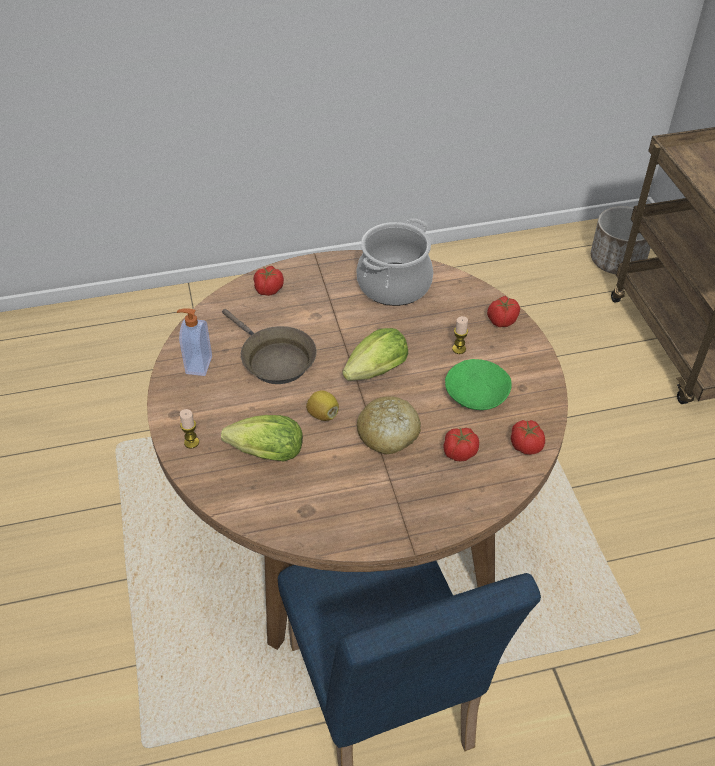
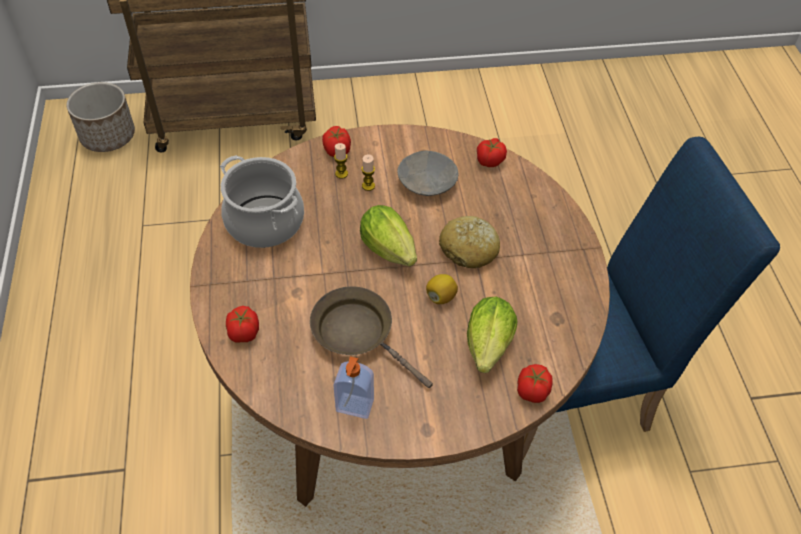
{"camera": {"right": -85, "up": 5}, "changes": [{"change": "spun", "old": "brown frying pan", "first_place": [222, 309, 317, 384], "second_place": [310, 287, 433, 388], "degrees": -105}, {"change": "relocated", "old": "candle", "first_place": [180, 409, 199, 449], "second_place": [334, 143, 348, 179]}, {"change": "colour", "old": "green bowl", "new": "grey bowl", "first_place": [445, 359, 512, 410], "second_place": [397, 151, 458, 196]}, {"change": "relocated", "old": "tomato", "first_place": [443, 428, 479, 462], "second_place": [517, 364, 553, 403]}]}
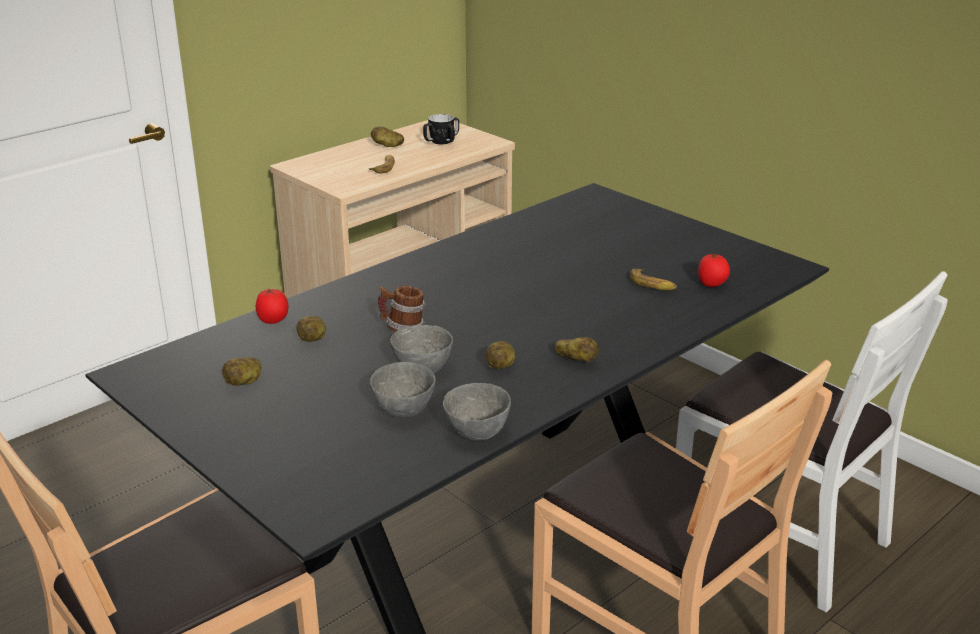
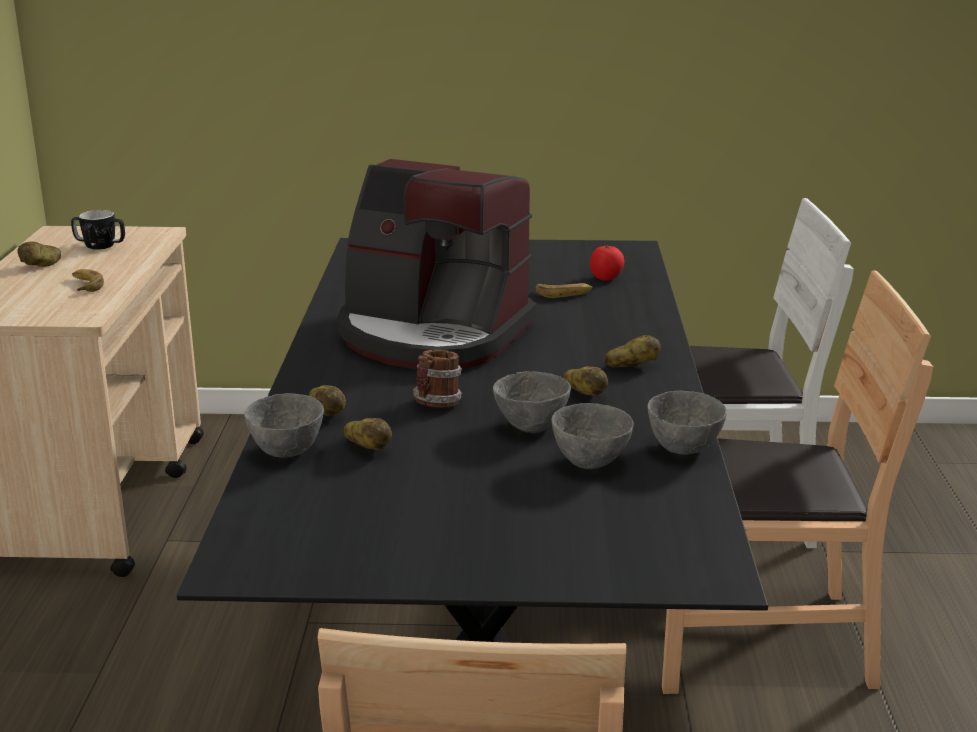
{"camera": {"right": -45, "up": -5}, "changes": [{"change": "exchanged", "old": "tomato", "new": "grey bowl", "first_place": [256, 288, 288, 324], "second_place": [244, 393, 324, 458]}, {"change": "relocated", "old": "potato", "first_place": [222, 357, 261, 386], "second_place": [309, 385, 346, 416]}, {"change": "appeared", "new": "coffee machine", "second_place": [338, 159, 537, 369]}]}
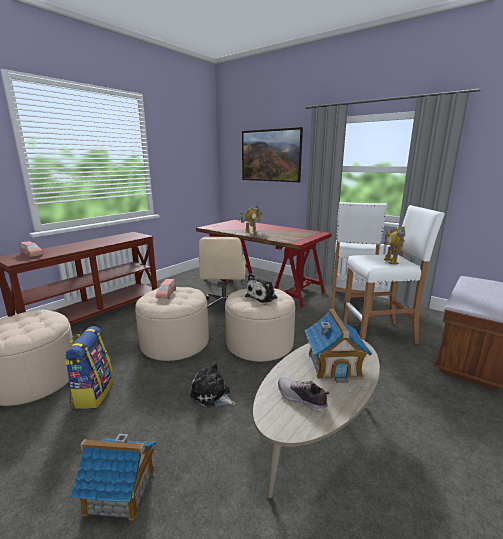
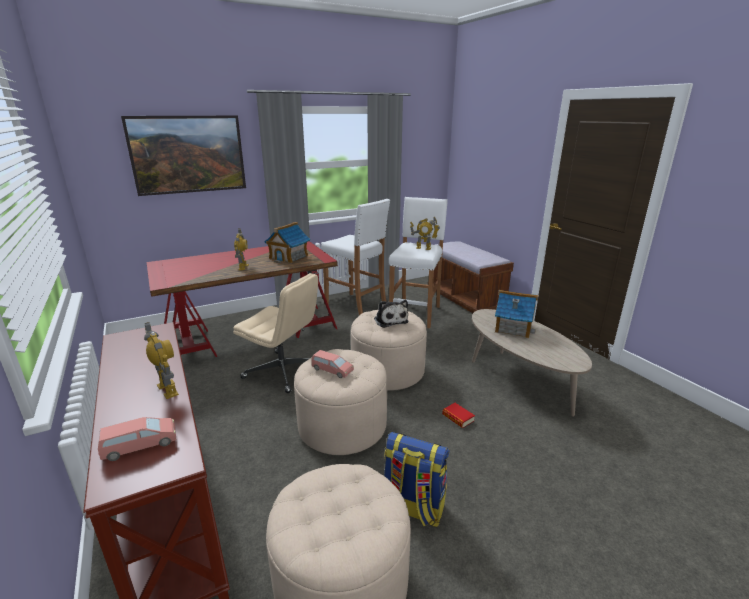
{"camera": {"right": -65, "up": 5}, "changes": [{"change": "appeared", "new": "toy robot", "second_place": [144, 322, 179, 399]}, {"change": "relocated", "old": "toy house", "first_place": [70, 434, 156, 520], "second_place": [264, 222, 311, 263]}, {"change": "exchanged", "old": "plush toy", "new": "book", "first_place": [190, 362, 235, 408], "second_place": [442, 403, 475, 428]}, {"change": "missing", "old": "shoe", "first_place": [278, 377, 330, 412]}]}
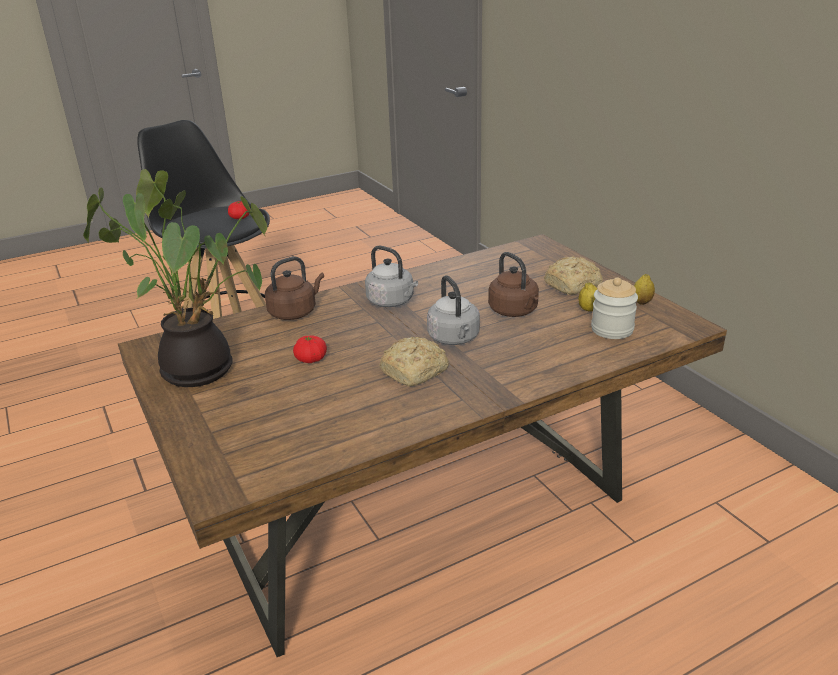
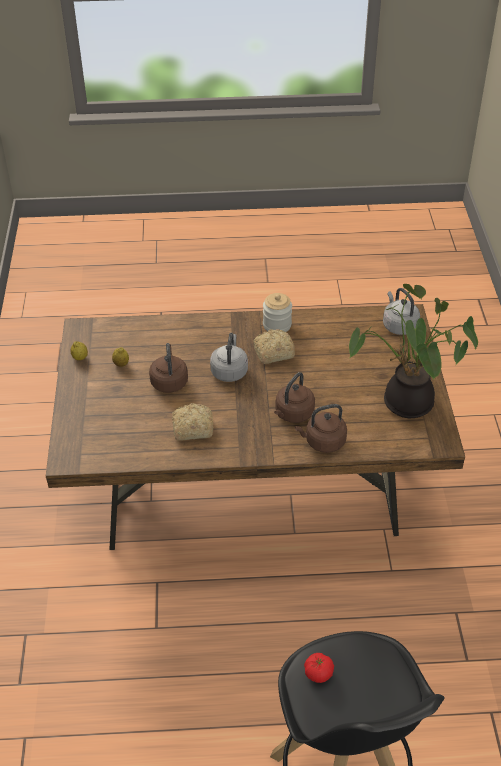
{"camera": {"right": -155, "up": 15}, "changes": [{"change": "relocated", "old": "bread", "first_place": [544, 256, 603, 295], "second_place": [172, 403, 213, 441]}, {"change": "relocated", "old": "jar", "first_place": [591, 277, 638, 339], "second_place": [263, 293, 292, 332]}, {"change": "appeared", "new": "brown kettle", "second_place": [274, 372, 315, 423]}, {"change": "relocated", "old": "grey kettle", "first_place": [365, 246, 418, 307], "second_place": [383, 288, 420, 335]}, {"change": "missing", "old": "tomato", "first_place": [293, 335, 327, 363]}]}
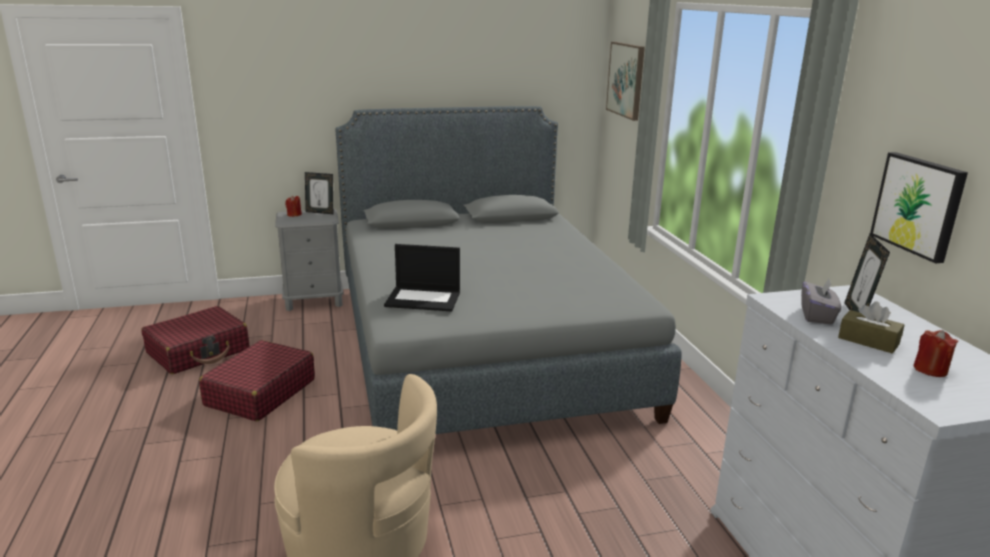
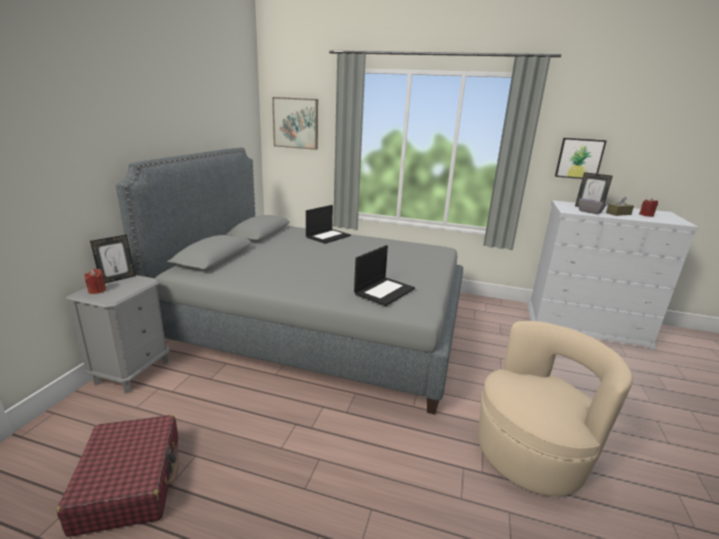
{"camera": {"right": -60, "up": 0}, "changes": [{"change": "appeared", "new": "laptop", "second_place": [306, 205, 351, 244]}, {"change": "missing", "old": "red suitcase", "first_place": [199, 340, 315, 421]}]}
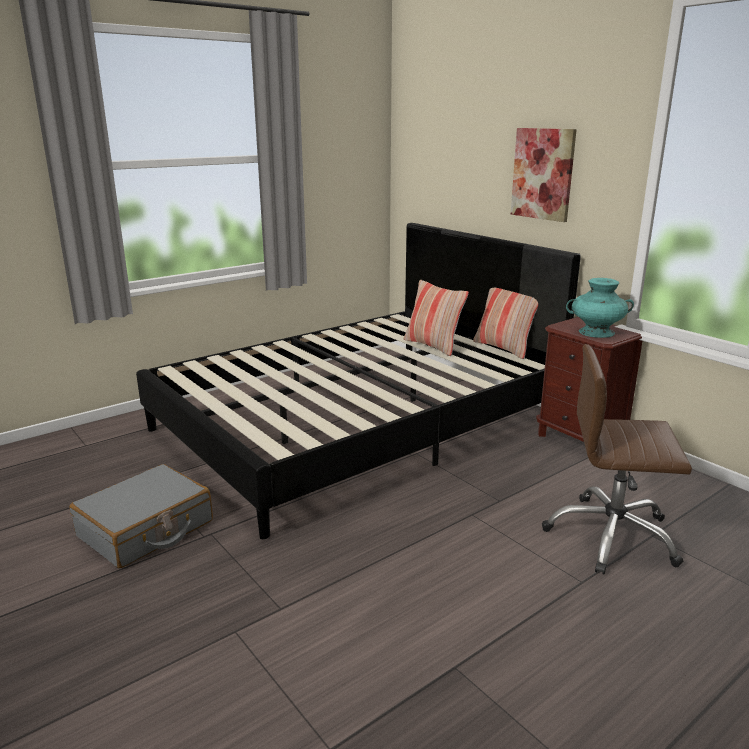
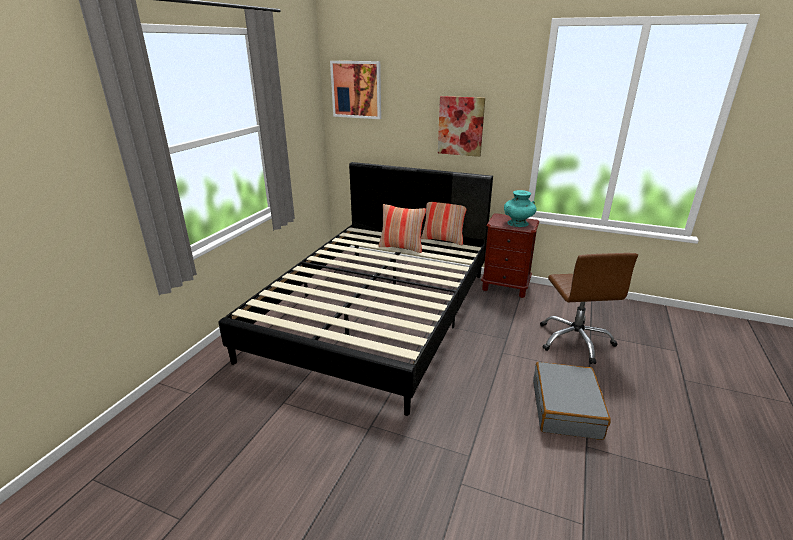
{"camera": {"right": -30, "up": 5}, "changes": [{"change": "appeared", "new": "picture", "second_place": [330, 61, 381, 119]}, {"change": "relocated", "old": "grey suitcase", "first_place": [70, 464, 213, 568], "second_place": [533, 362, 611, 440]}, {"change": "spun", "old": "brown office chair", "first_place": [542, 344, 692, 574], "second_place": [540, 253, 638, 364], "degrees": -75}]}
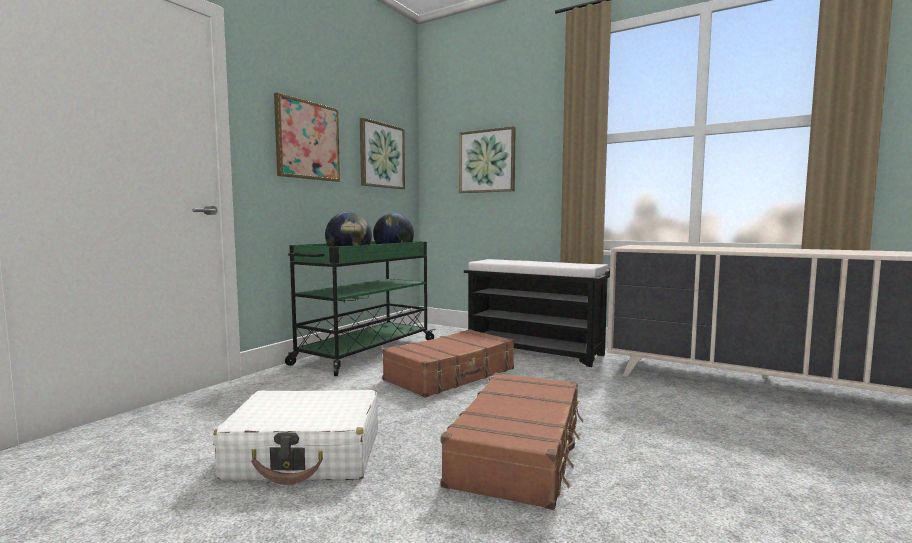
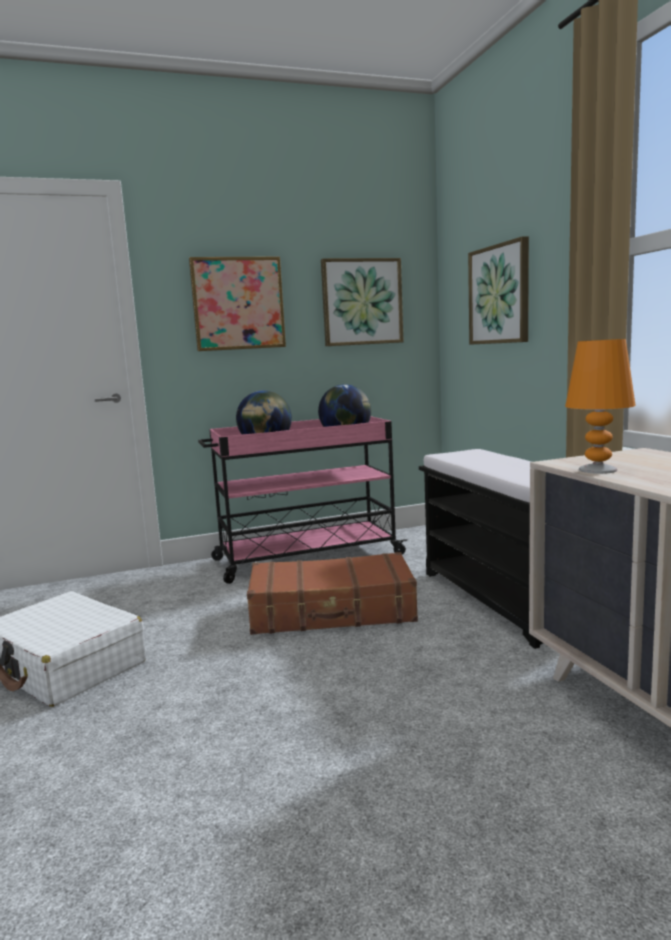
{"camera": {"right": 40, "up": 5}, "changes": [{"change": "colour", "old": "green cart", "new": "pink cart", "first_place": [285, 241, 436, 376], "second_place": [198, 416, 408, 584]}, {"change": "appeared", "new": "orange table lamp", "second_place": [565, 339, 636, 474]}, {"change": "missing", "old": "brown suitcase", "first_place": [441, 373, 583, 510]}]}
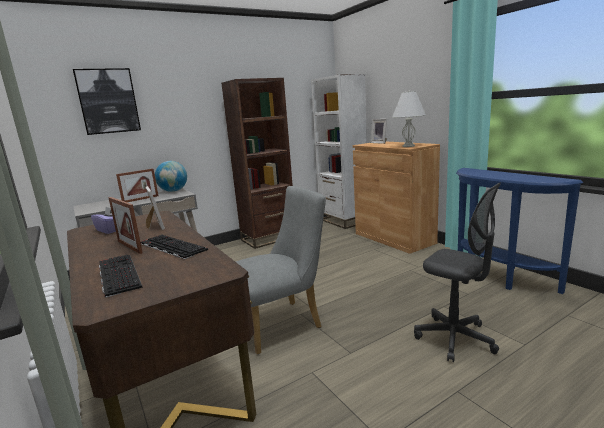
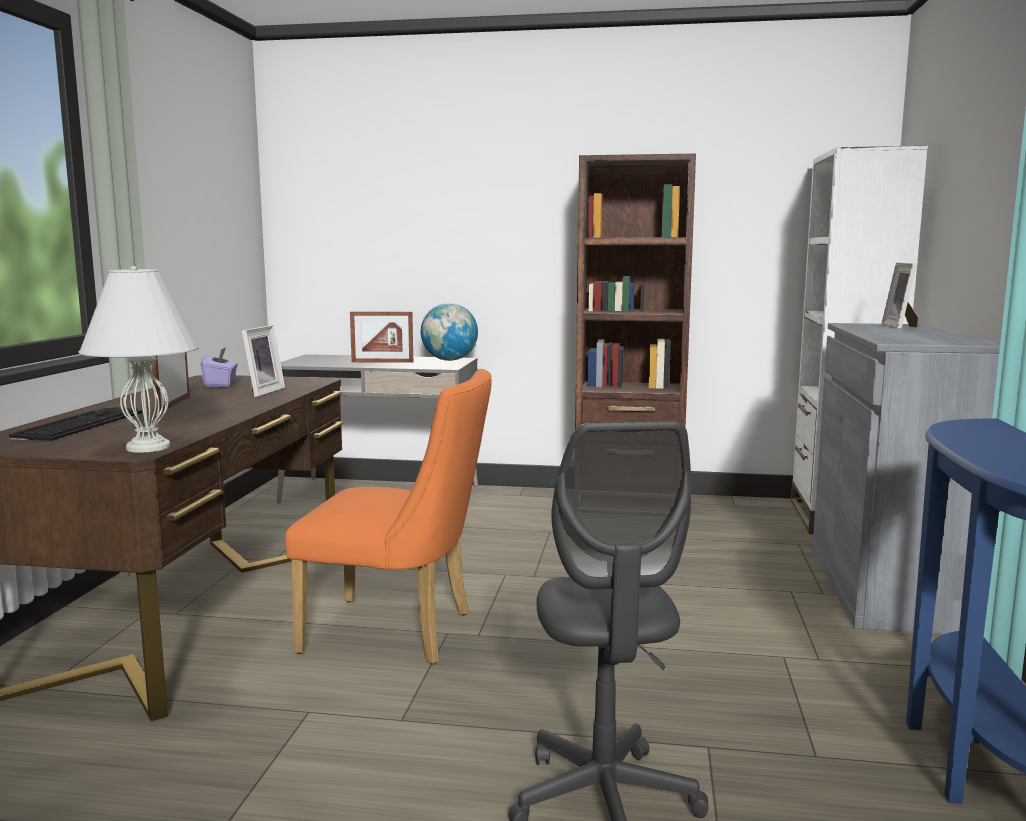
{"camera": {"right": 40, "up": -5}, "changes": [{"change": "relocated", "old": "white table lamp", "first_place": [392, 91, 426, 147], "second_place": [78, 266, 199, 453]}, {"change": "colour", "old": "grey chair", "new": "orange chair", "first_place": [236, 186, 326, 354], "second_place": [285, 369, 492, 664]}, {"change": "colour", "old": "brown cabinet", "new": "grey cabinet", "first_place": [353, 142, 440, 254], "second_place": [812, 323, 1000, 634]}, {"change": "missing", "old": "picture", "first_place": [73, 68, 141, 135]}, {"change": "missing", "old": "keyboard", "first_place": [140, 235, 208, 259]}]}
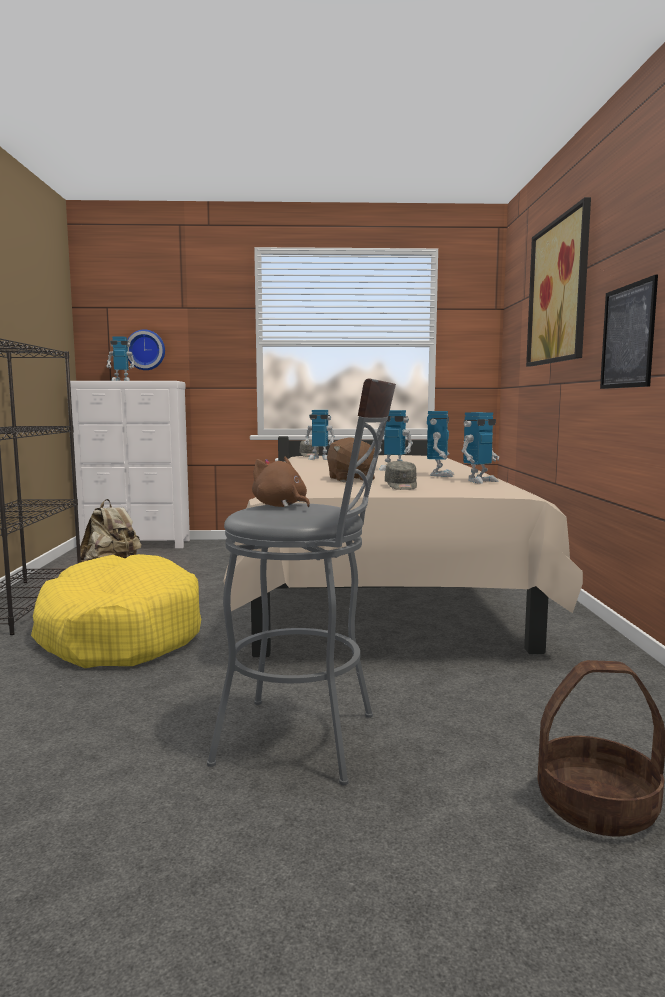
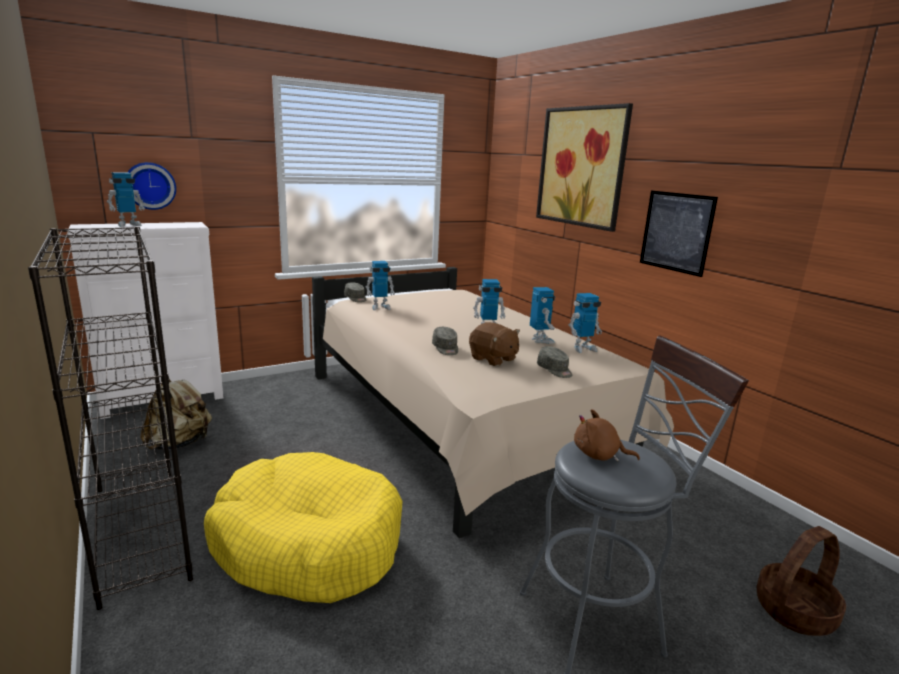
{"camera": {"right": -30, "up": 10}, "changes": [{"change": "appeared", "new": "grey cap", "second_place": [432, 327, 458, 355]}, {"change": "spun", "old": "toy robot", "first_place": [462, 412, 499, 484], "second_place": [569, 293, 602, 353], "degrees": 45}]}
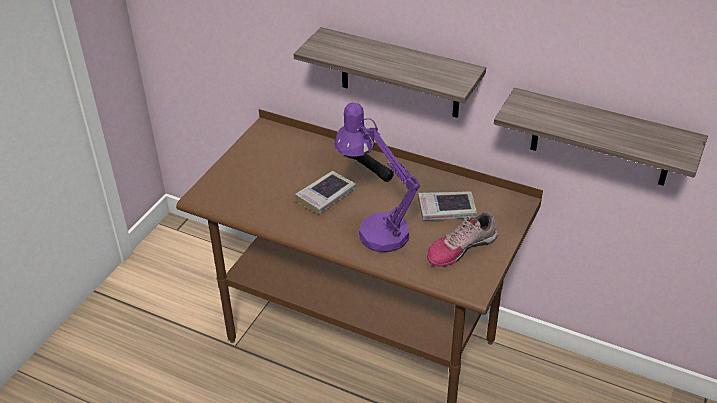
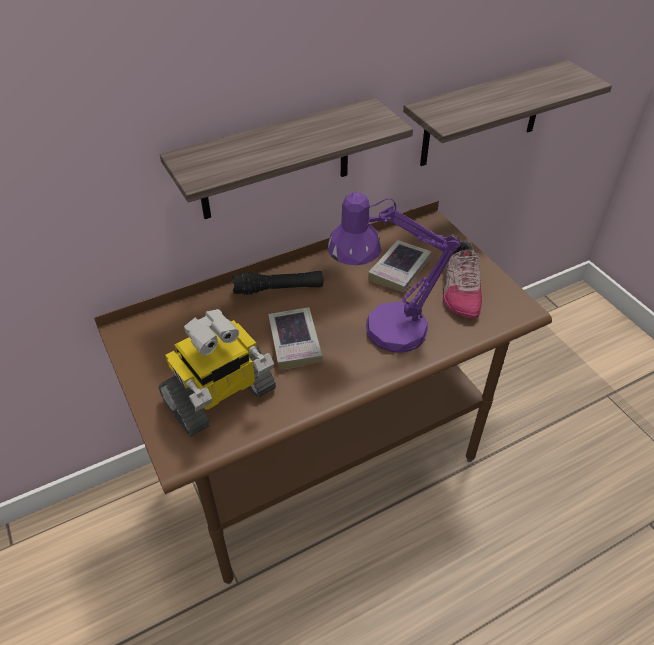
{"camera": {"right": -55, "up": 5}, "changes": [{"change": "appeared", "new": "toy robot", "second_place": [158, 309, 276, 436]}]}
